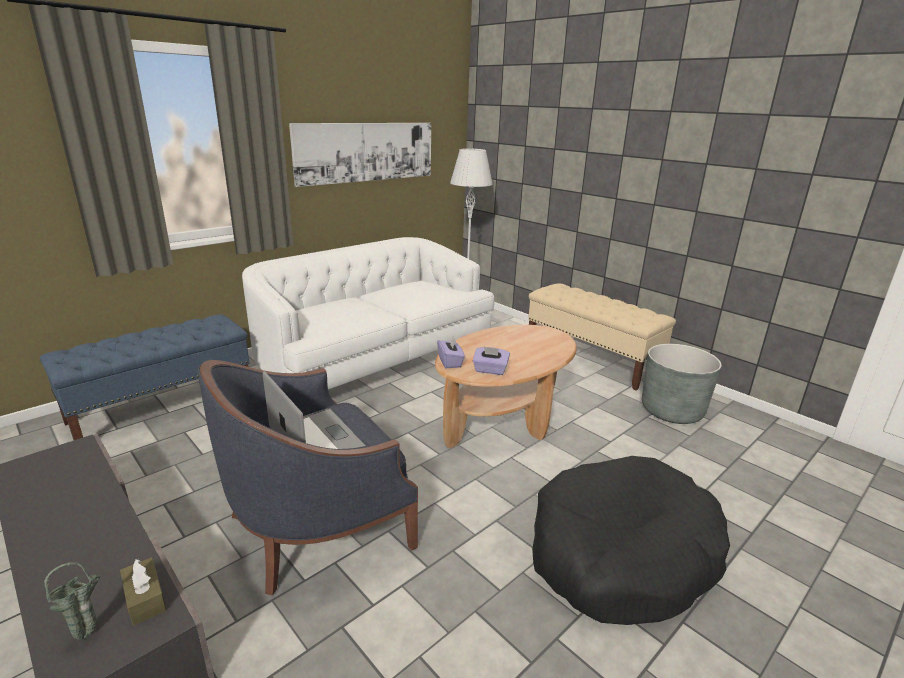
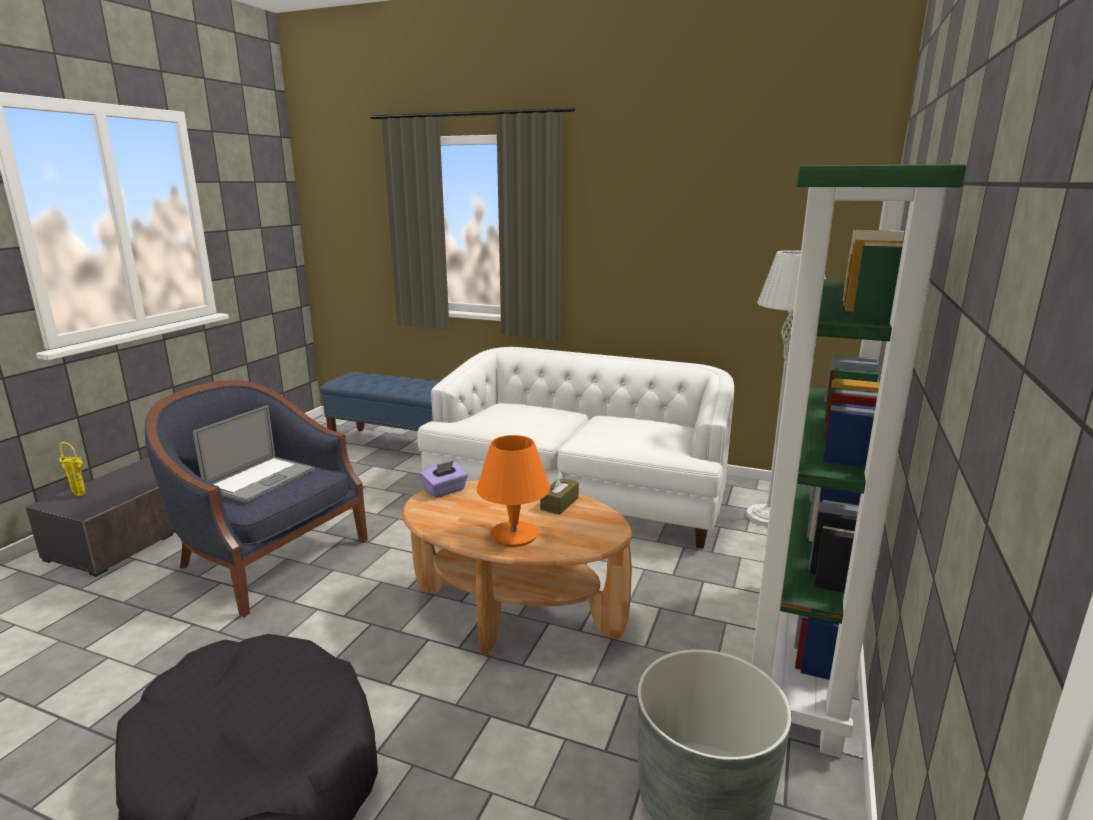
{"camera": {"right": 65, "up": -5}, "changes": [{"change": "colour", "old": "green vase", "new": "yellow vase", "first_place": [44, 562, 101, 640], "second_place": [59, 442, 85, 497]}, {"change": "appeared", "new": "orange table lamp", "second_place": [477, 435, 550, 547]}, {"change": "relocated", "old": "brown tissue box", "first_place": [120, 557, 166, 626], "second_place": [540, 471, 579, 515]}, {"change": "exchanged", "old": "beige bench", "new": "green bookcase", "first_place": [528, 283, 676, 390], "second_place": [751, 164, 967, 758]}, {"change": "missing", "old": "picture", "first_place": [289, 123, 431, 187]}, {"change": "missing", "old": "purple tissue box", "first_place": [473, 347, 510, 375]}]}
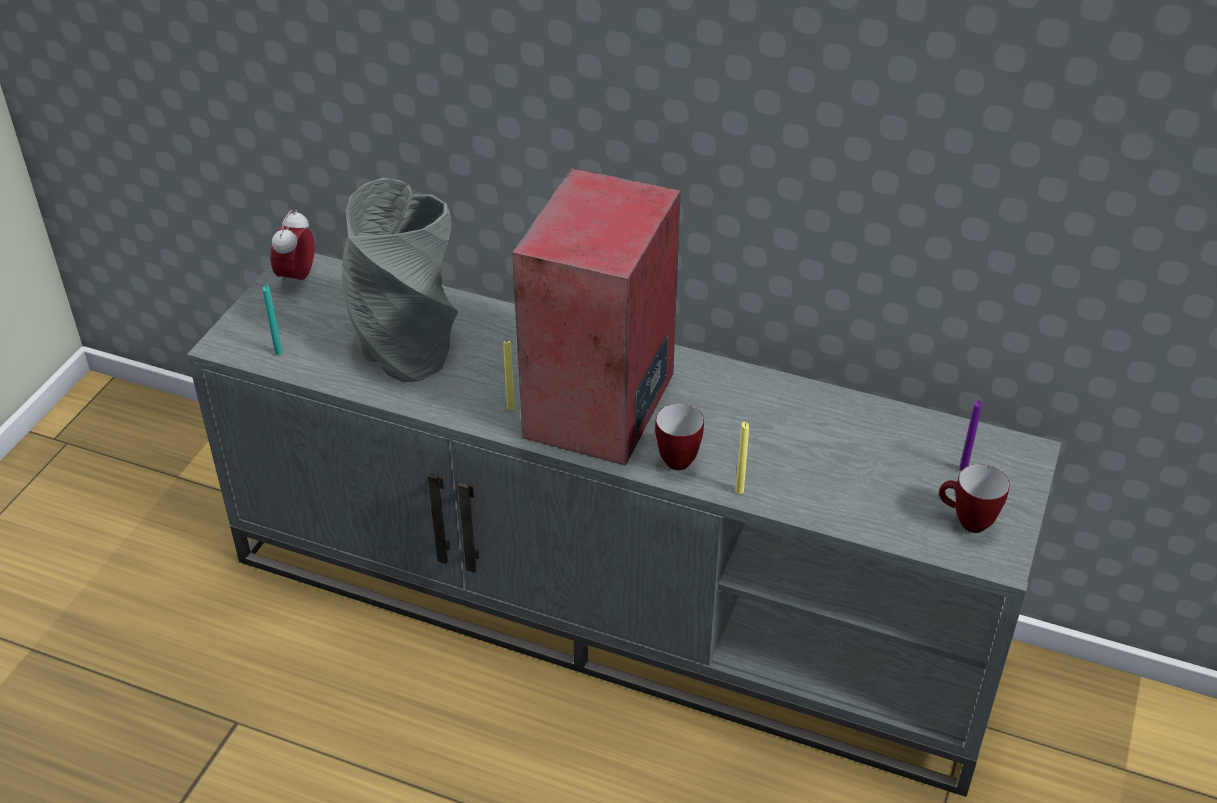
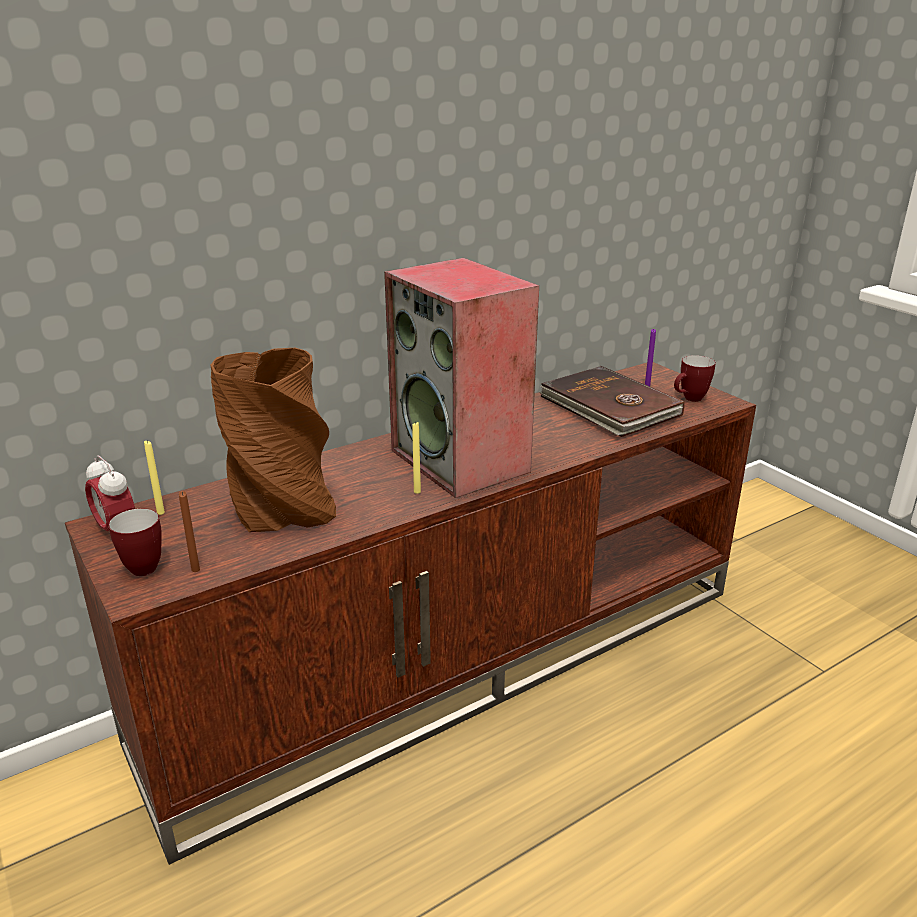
{"camera": {"right": -55, "up": -15}, "changes": [{"change": "colour", "old": "grey tv stand", "new": "brown tv stand", "first_place": [187, 253, 1062, 797], "second_place": [65, 362, 756, 865]}, {"change": "relocated", "old": "mug", "first_place": [655, 404, 704, 470], "second_place": [109, 508, 162, 576]}, {"change": "relocated", "old": "yellow candle", "first_place": [735, 422, 749, 494], "second_place": [144, 441, 165, 515]}, {"change": "colour", "old": "turquoise candle", "new": "brown candle", "first_place": [263, 285, 283, 355], "second_place": [179, 491, 200, 572]}, {"change": "colour", "old": "grey vase", "new": "brown vase", "first_place": [342, 177, 458, 382], "second_place": [210, 348, 336, 532]}, {"change": "appeared", "new": "brown book", "second_place": [539, 366, 685, 437]}]}
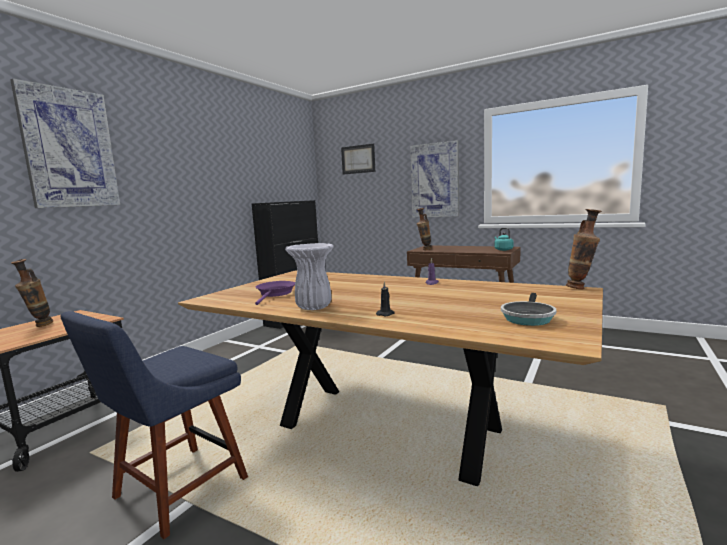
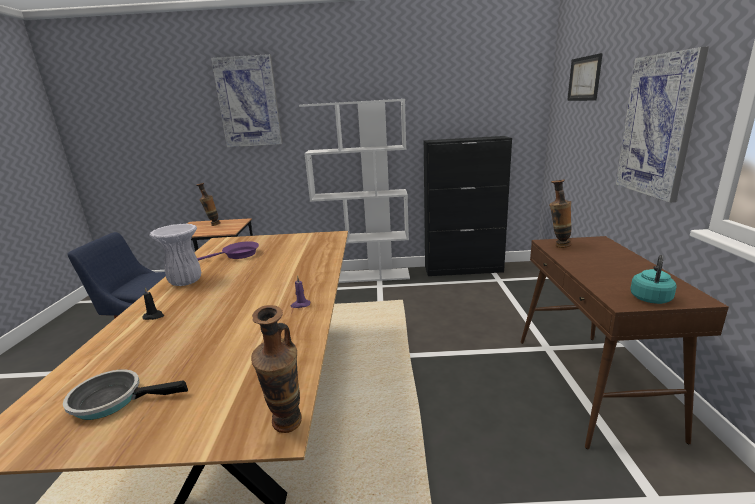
{"camera": {"right": 60, "up": 10}, "changes": [{"change": "appeared", "new": "white bookcase", "second_place": [299, 99, 410, 283]}]}
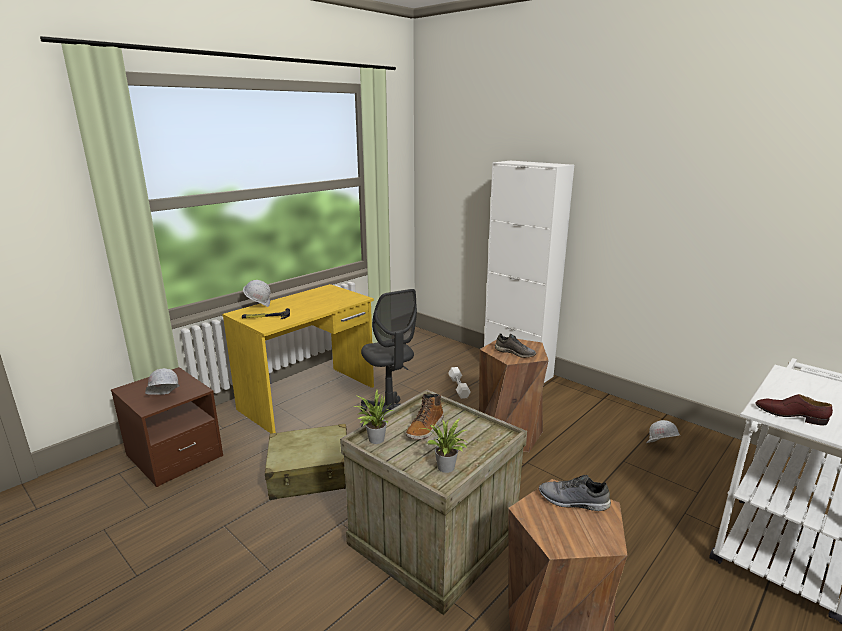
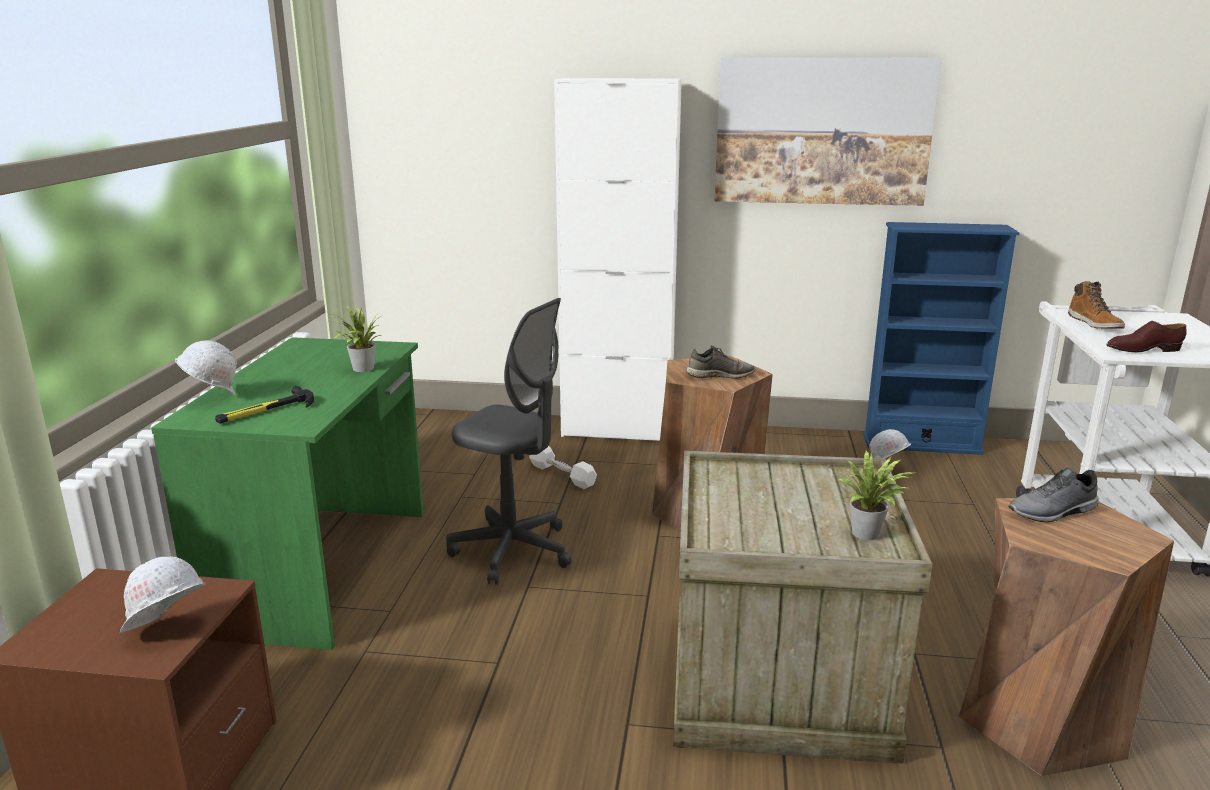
{"camera": {"right": -35, "up": 0}, "changes": [{"change": "colour", "old": "yellow desk", "new": "green desk", "first_place": [222, 284, 374, 433], "second_place": [151, 337, 424, 650]}, {"change": "relocated", "old": "potted plant", "first_place": [354, 390, 393, 444], "second_place": [331, 306, 383, 372]}, {"change": "appeared", "new": "picture", "second_place": [715, 57, 942, 206]}, {"change": "appeared", "new": "blue bookcase", "second_place": [863, 222, 1019, 455]}, {"change": "relocated", "old": "boot", "first_place": [406, 394, 444, 440], "second_place": [1068, 281, 1125, 329]}, {"change": "missing", "old": "beige suitcase", "first_place": [265, 424, 347, 500]}]}
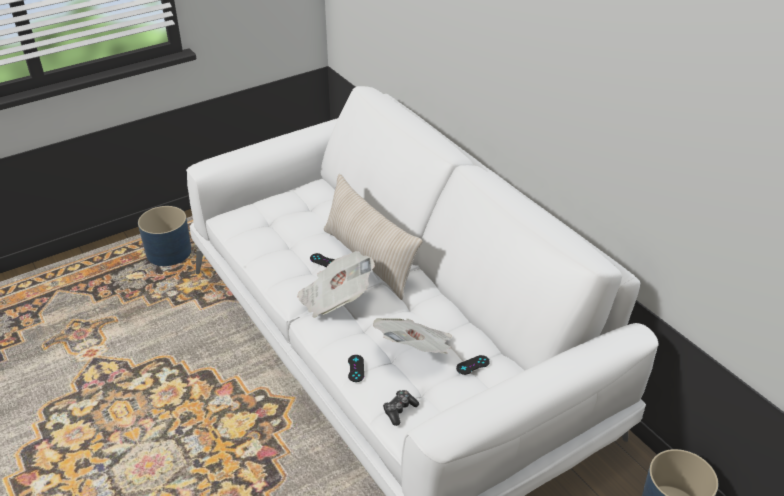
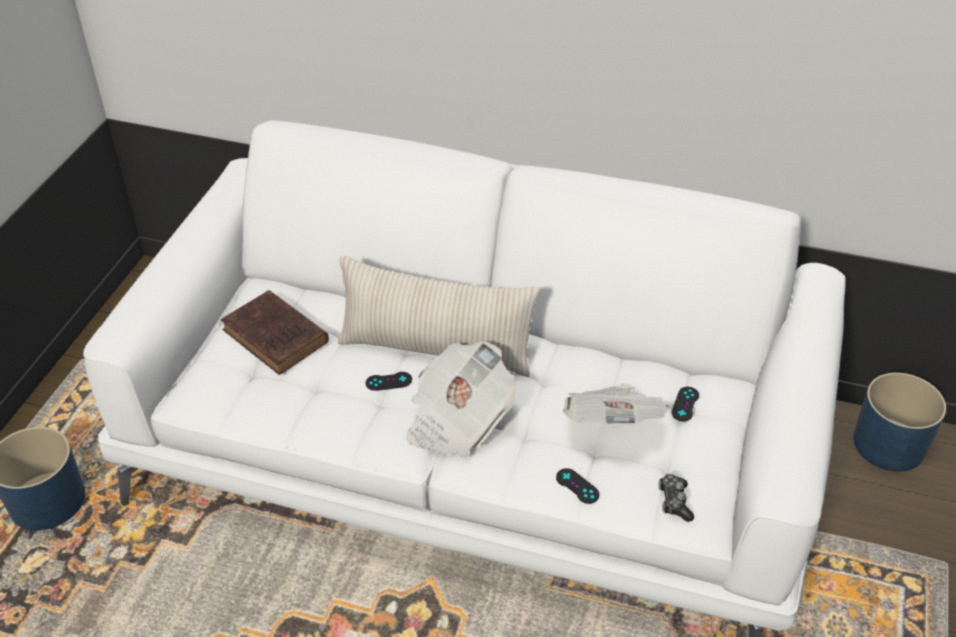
{"camera": {"right": -40, "up": 5}, "changes": [{"change": "appeared", "new": "brown book", "second_place": [221, 290, 329, 375]}]}
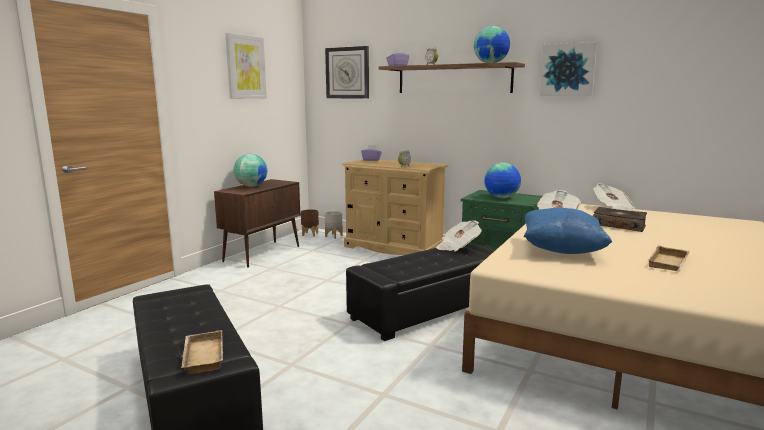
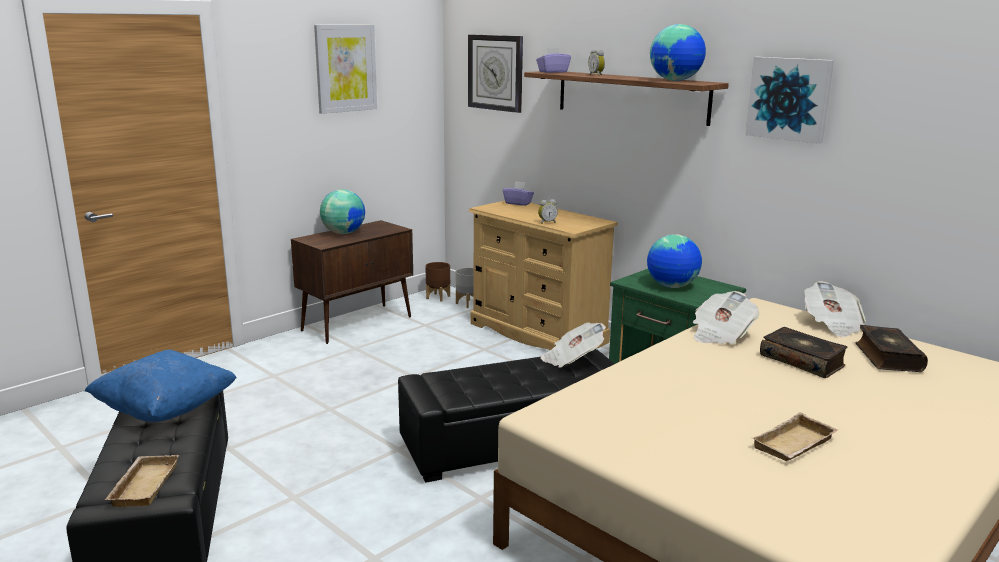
{"camera": {"right": 15, "up": 5}, "changes": [{"change": "relocated", "old": "blue pillow", "first_place": [523, 208, 612, 254], "second_place": [85, 350, 237, 422]}, {"change": "appeared", "new": "book", "second_place": [855, 325, 928, 372]}]}
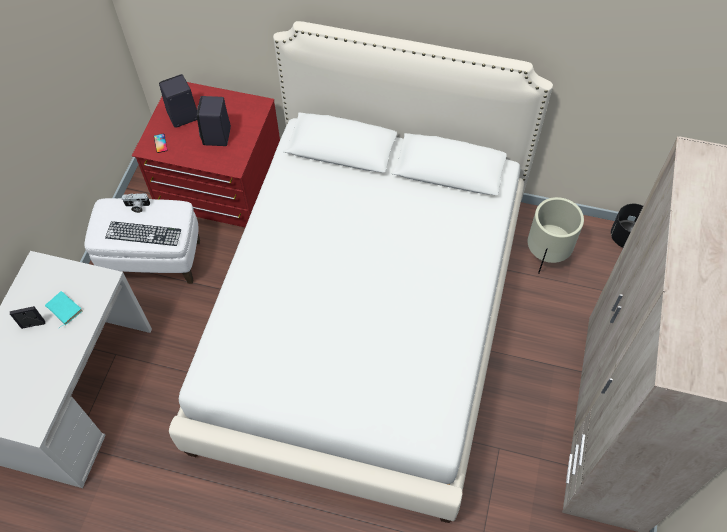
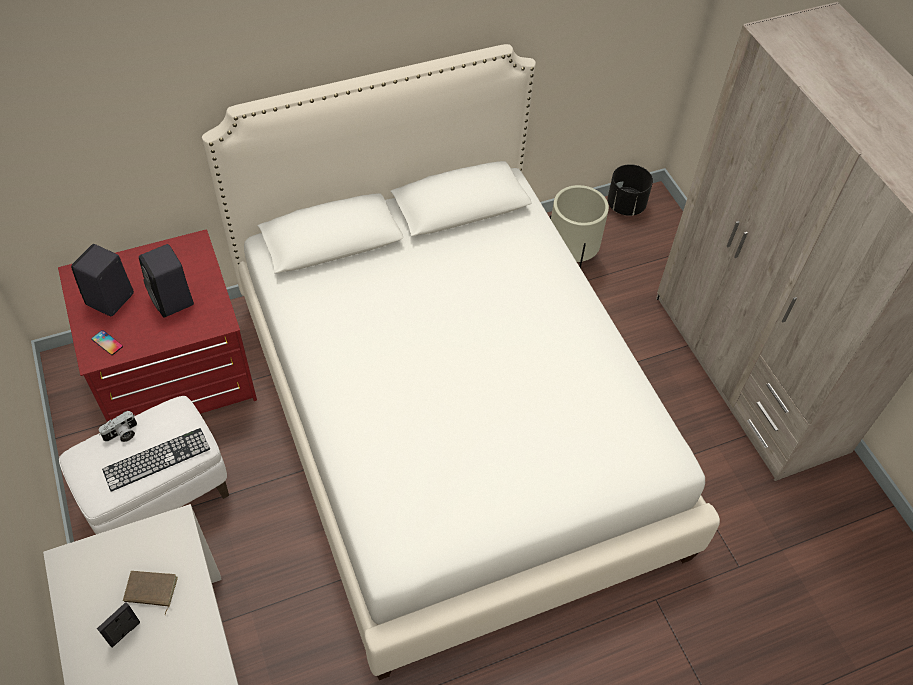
{"camera": {"right": -40, "up": -5}, "changes": [{"change": "colour", "old": "turquoise book", "new": "brown book", "first_place": [45, 291, 82, 329], "second_place": [123, 571, 178, 615]}]}
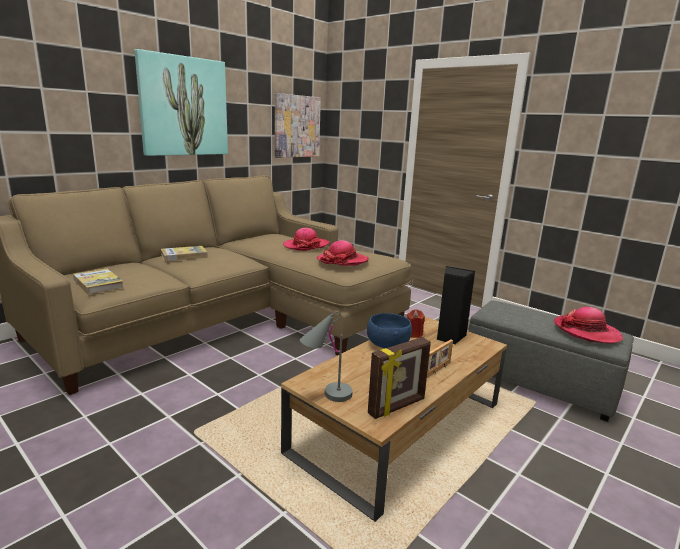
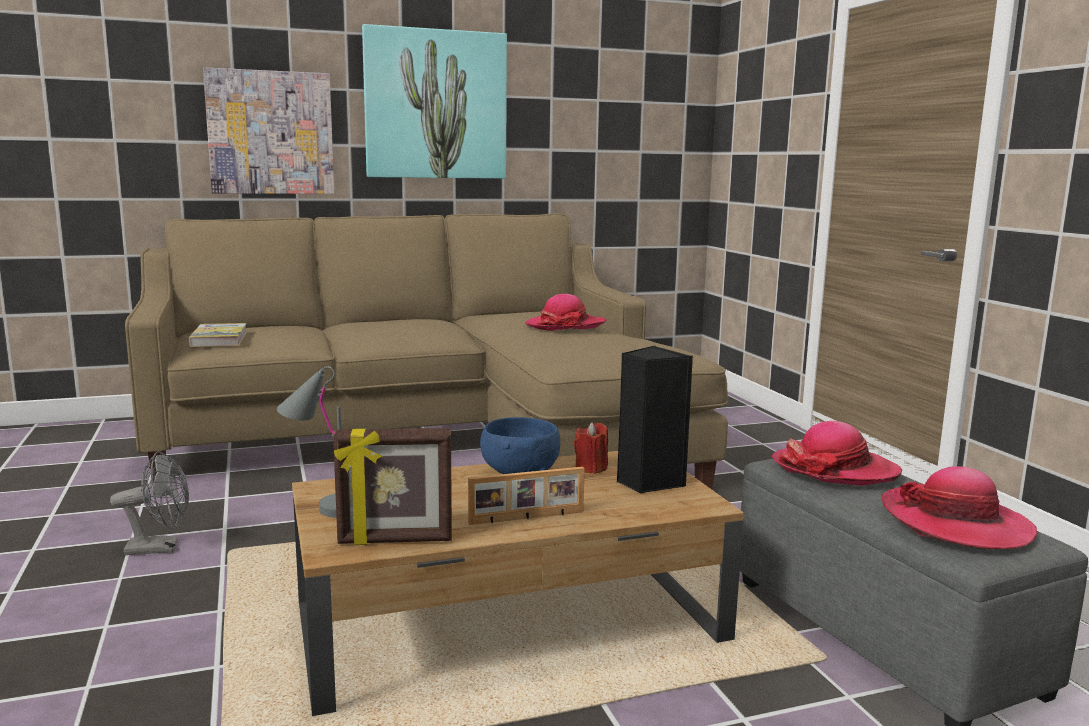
{"camera": {"right": 30, "up": -5}, "changes": [{"change": "appeared", "new": "grey fan", "second_place": [110, 451, 189, 555]}, {"change": "relocated", "old": "picture", "first_place": [275, 93, 321, 158], "second_place": [203, 67, 334, 194]}, {"change": "relocated", "old": "hat", "first_place": [317, 240, 369, 266], "second_place": [772, 421, 902, 486]}, {"change": "missing", "old": "book", "first_place": [161, 246, 208, 261]}]}
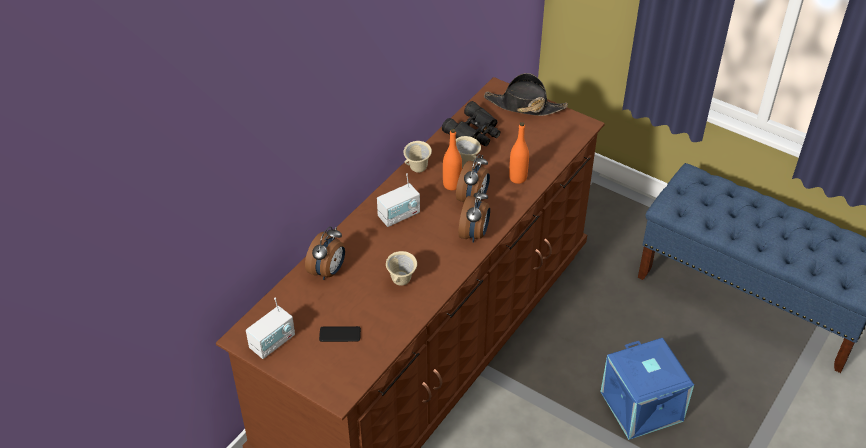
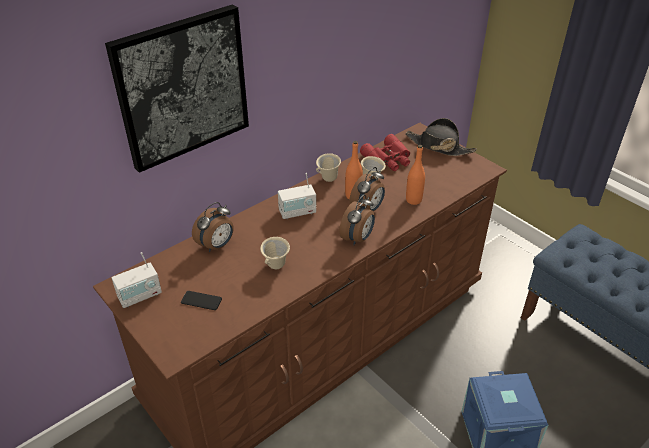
{"camera": {"right": 15, "up": -5}, "changes": [{"change": "appeared", "new": "picture", "second_place": [105, 4, 249, 173]}, {"change": "colour", "old": "black binoculars", "new": "red binoculars", "first_place": [442, 101, 501, 146], "second_place": [360, 134, 410, 171]}]}
